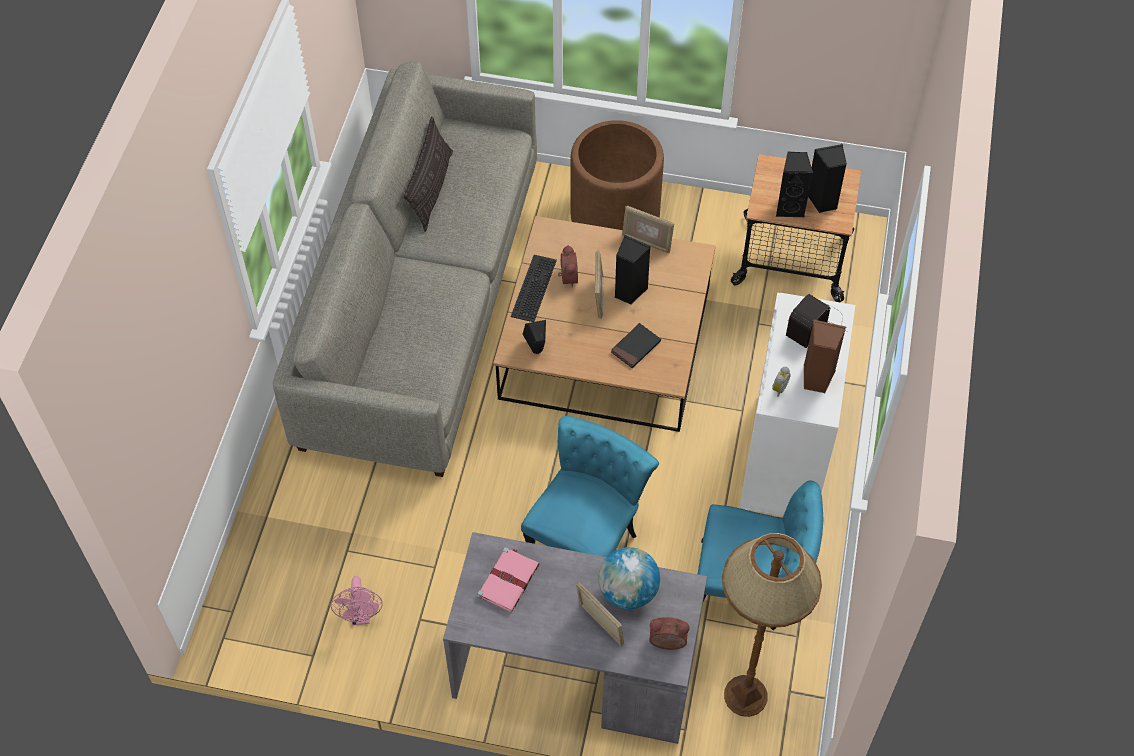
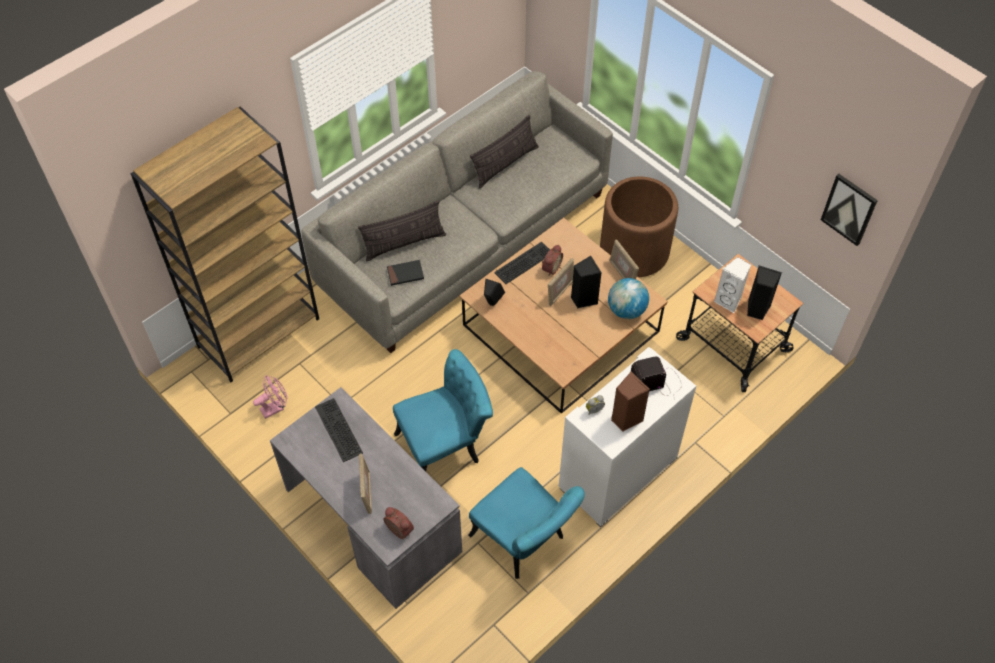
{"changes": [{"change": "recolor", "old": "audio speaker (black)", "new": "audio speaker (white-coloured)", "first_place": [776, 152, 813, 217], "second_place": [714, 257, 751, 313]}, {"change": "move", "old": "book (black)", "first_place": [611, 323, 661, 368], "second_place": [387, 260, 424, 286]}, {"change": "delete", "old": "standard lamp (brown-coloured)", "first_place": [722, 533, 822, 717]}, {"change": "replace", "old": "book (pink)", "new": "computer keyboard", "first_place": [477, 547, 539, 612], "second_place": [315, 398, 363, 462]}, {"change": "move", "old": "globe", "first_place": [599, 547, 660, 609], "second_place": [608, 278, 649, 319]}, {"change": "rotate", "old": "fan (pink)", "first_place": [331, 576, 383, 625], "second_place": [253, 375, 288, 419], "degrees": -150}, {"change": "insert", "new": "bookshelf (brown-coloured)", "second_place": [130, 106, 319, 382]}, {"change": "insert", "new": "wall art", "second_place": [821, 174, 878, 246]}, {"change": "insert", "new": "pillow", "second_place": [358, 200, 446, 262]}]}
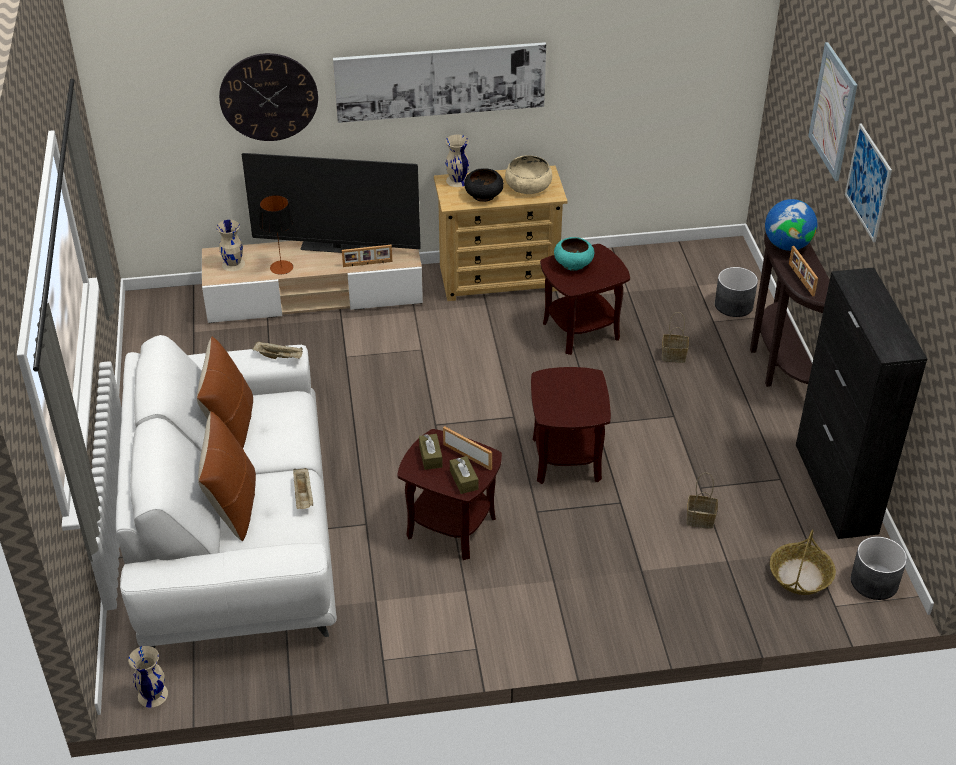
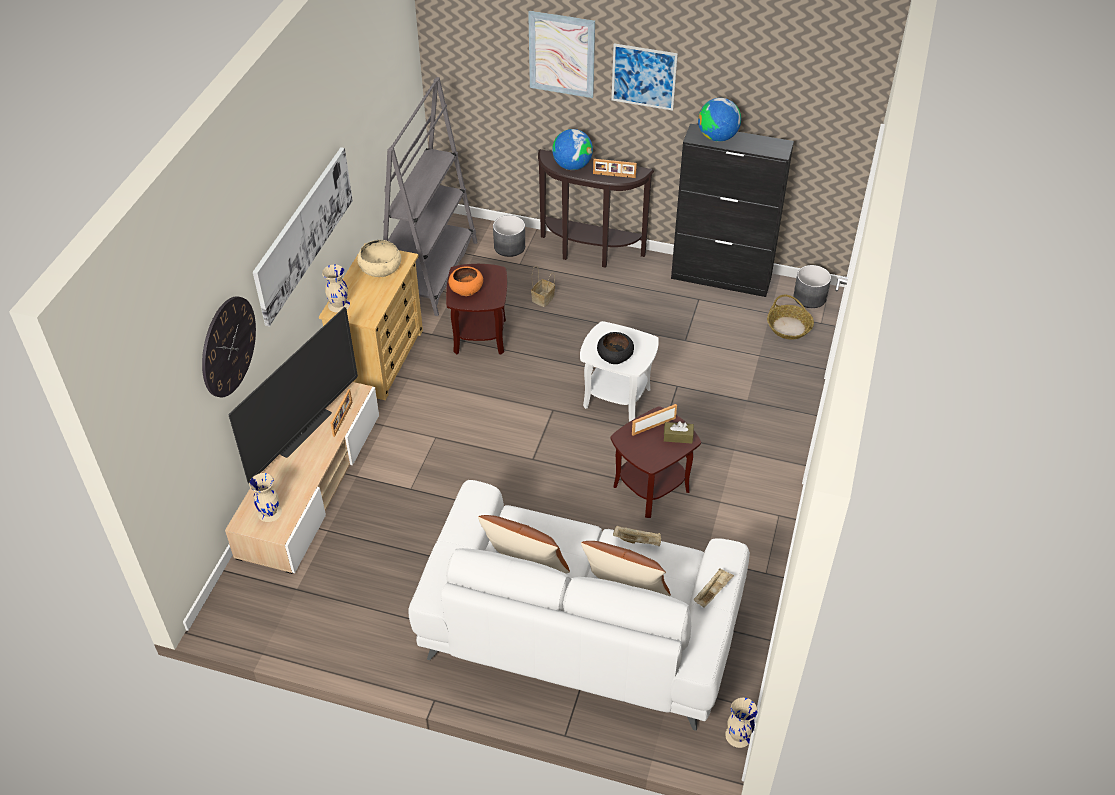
{"changes": [{"change": "move", "old": "serving bowl (black)", "first_place": [464, 168, 504, 202], "second_place": [597, 332, 634, 364]}, {"change": "delete", "old": "lamp for a table", "first_place": [259, 195, 294, 275]}, {"change": "recolor", "old": "serving bowl (turquoise-coloured)", "new": "serving bowl (orangey)", "first_place": [554, 237, 594, 271], "second_place": [449, 266, 483, 296]}, {"change": "move", "old": "carrying tray (beige)", "first_place": [252, 341, 303, 359], "second_place": [694, 568, 734, 607]}, {"change": "recolor", "old": "accent table (brown-coloured)", "new": "accent table (white-coloured)", "first_place": [531, 367, 611, 484], "second_place": [580, 321, 659, 421]}, {"change": "delete", "old": "tissue box (brown-coloured)", "first_place": [419, 434, 443, 470]}, {"change": "delete", "old": "household basket", "first_place": [687, 472, 718, 529]}, {"change": "insert", "new": "bookshelf (gray)", "second_place": [383, 77, 477, 316]}, {"change": "insert", "new": "globe", "second_place": [698, 98, 741, 142]}]}
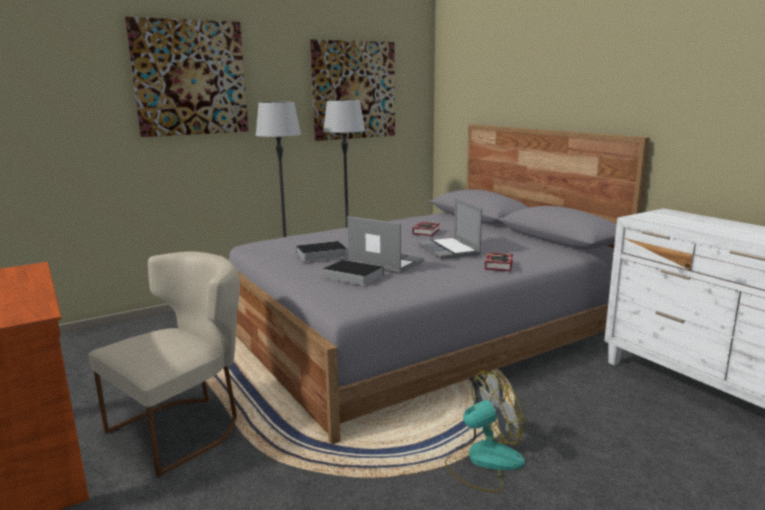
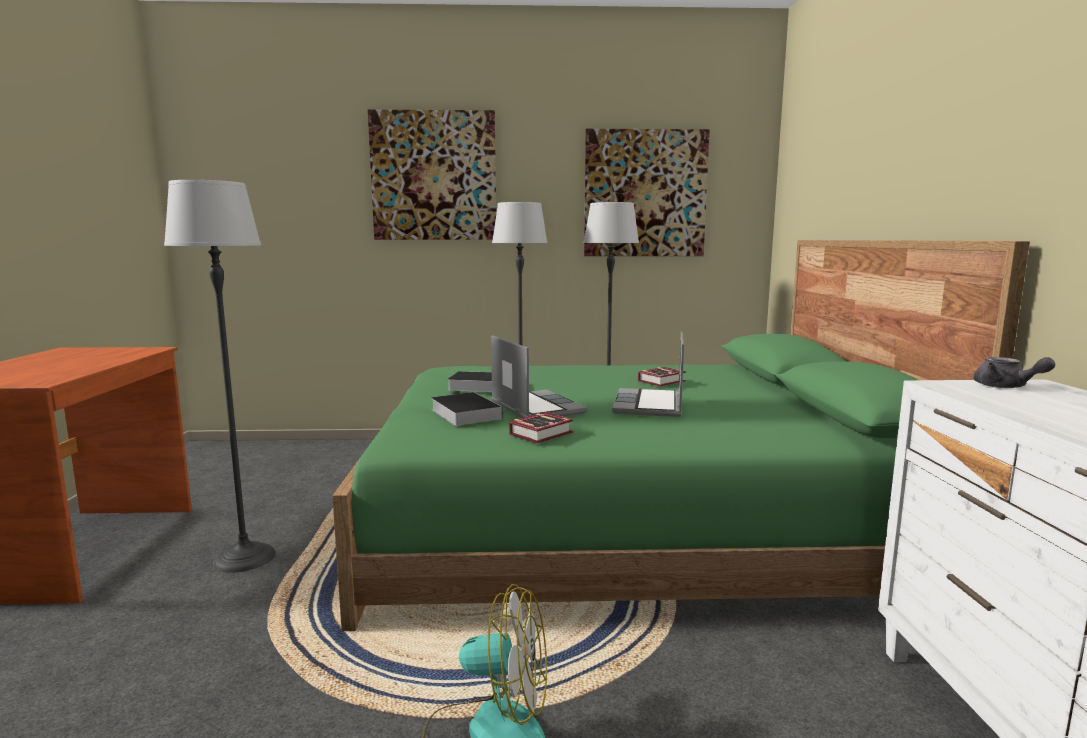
{"changes": [{"change": "recolor", "old": "bedroom bed (gray)", "new": "bedroom bed (greenish)", "first_place": [229, 124, 650, 445], "second_place": [332, 240, 1030, 631]}, {"change": "replace", "old": "chair (beige)", "new": "standard lamp", "first_place": [88, 252, 240, 477], "second_place": [164, 180, 276, 573]}, {"change": "move", "old": "book", "first_place": [485, 253, 513, 271], "second_place": [509, 412, 573, 443]}, {"change": "insert", "new": "pot for tea (gray)", "second_place": [974, 357, 1055, 388]}]}
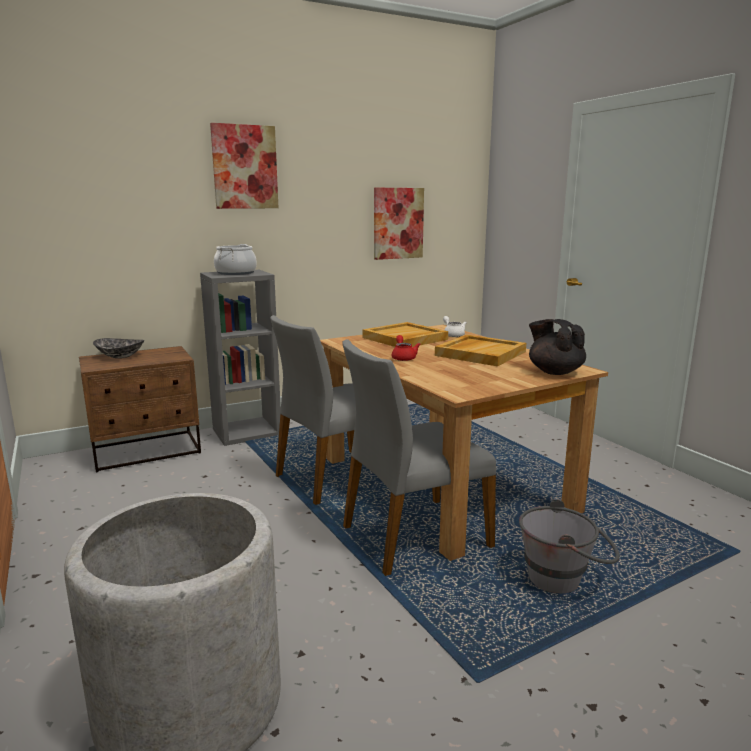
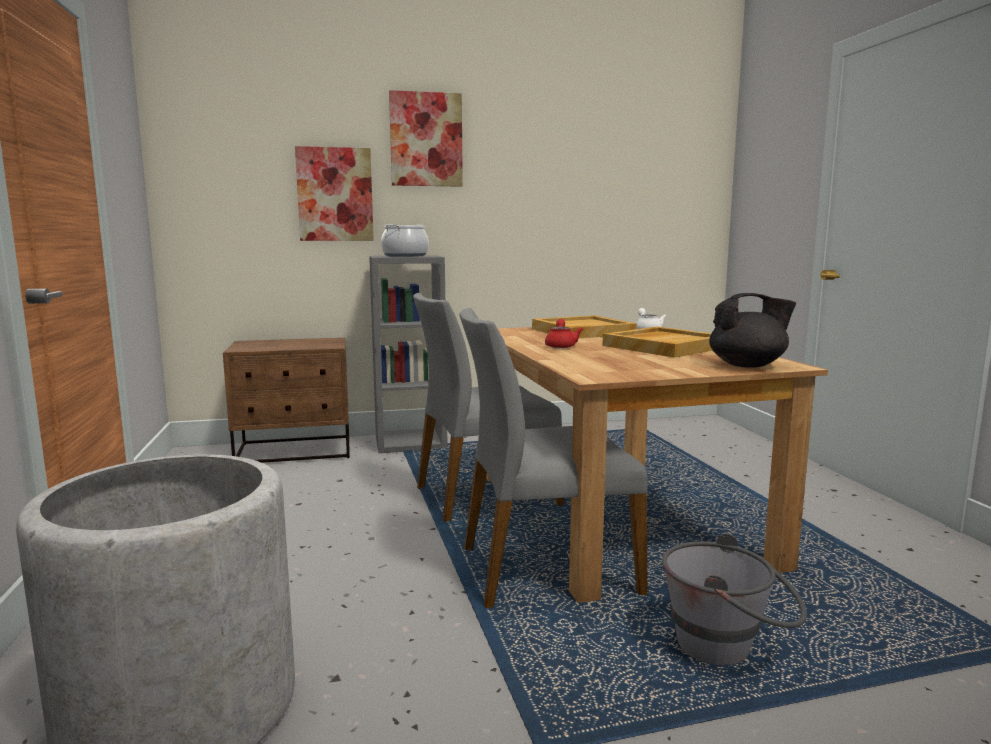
{"changes": [{"change": "move", "old": "wall art", "first_place": [374, 188, 424, 260], "second_place": [295, 146, 374, 241]}, {"change": "rotate", "old": "pot for tea (black)", "first_place": [529, 319, 586, 375], "second_place": [709, 293, 796, 368], "degrees": 105}, {"change": "delete", "old": "serving bowl", "first_place": [93, 338, 144, 358]}]}
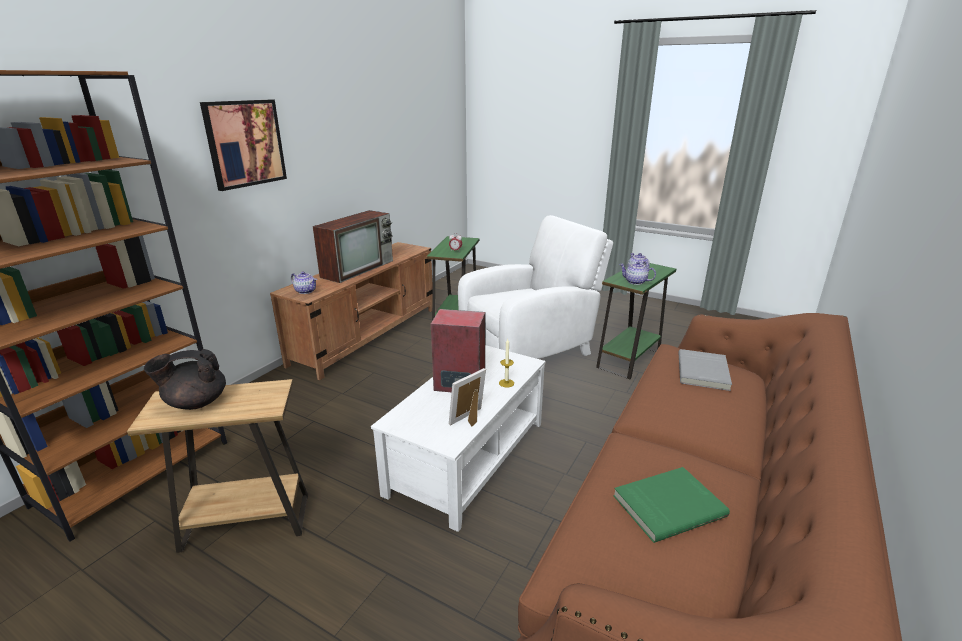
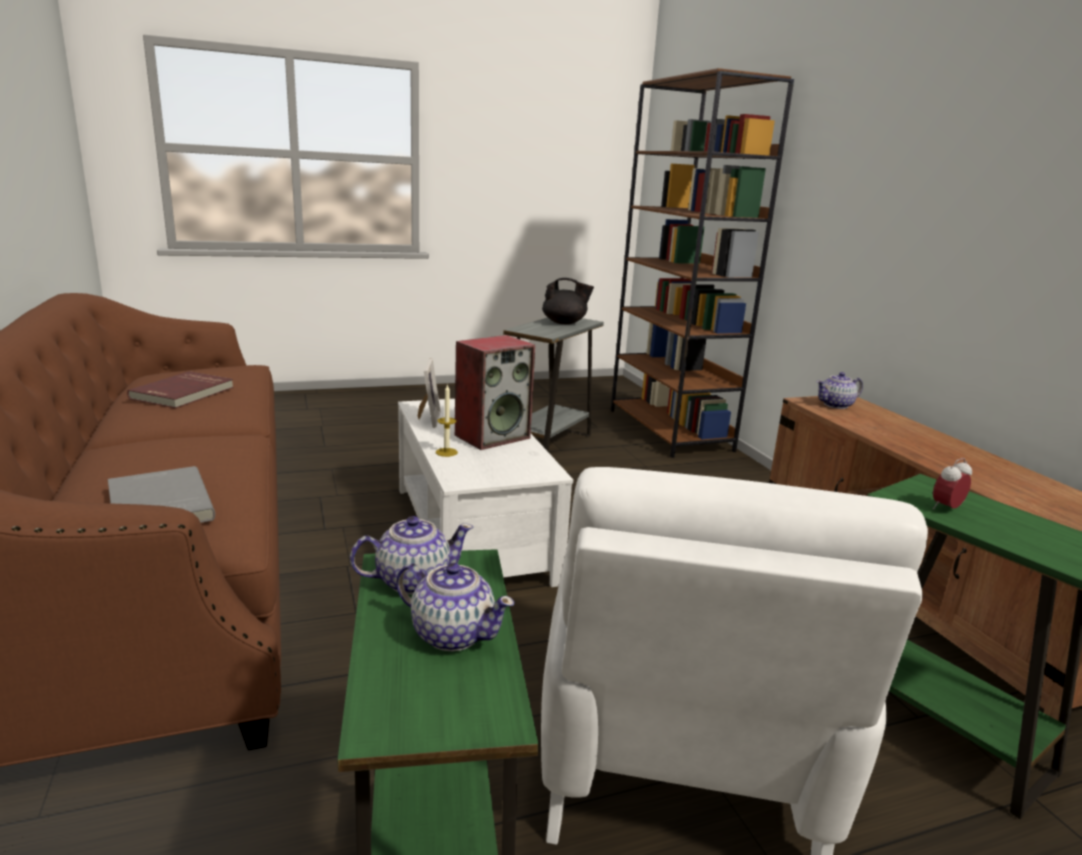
{"changes": [{"change": "delete", "old": "wall art", "first_place": [200, 100, 287, 191]}, {"change": "delete", "old": "TV", "first_place": [313, 210, 393, 283]}, {"change": "rotate", "old": "pot for tea (black)", "first_place": [144, 349, 226, 410], "second_place": [542, 278, 594, 325], "degrees": 75}, {"change": "recolor", "old": "accent table (brown-coloured)", "new": "accent table (gray)", "first_place": [127, 379, 308, 553], "second_place": [503, 318, 604, 451]}, {"change": "recolor", "old": "book (greenish)", "new": "book (red)", "first_place": [613, 467, 730, 543], "second_place": [127, 371, 234, 408]}]}
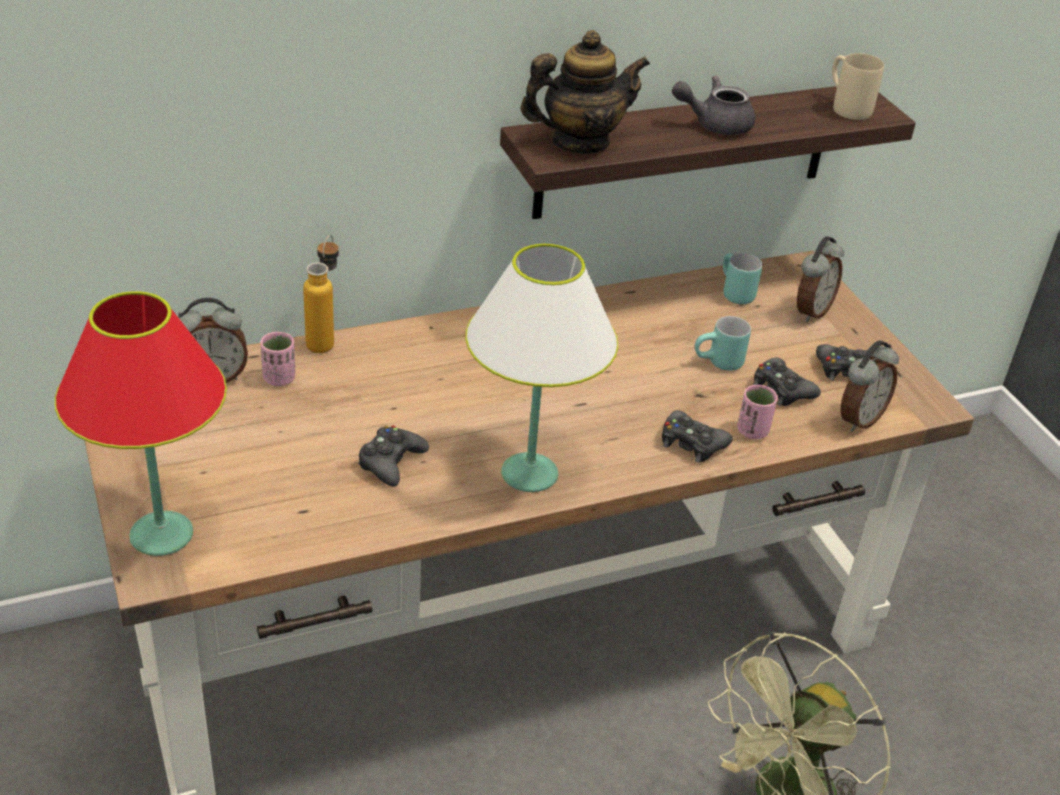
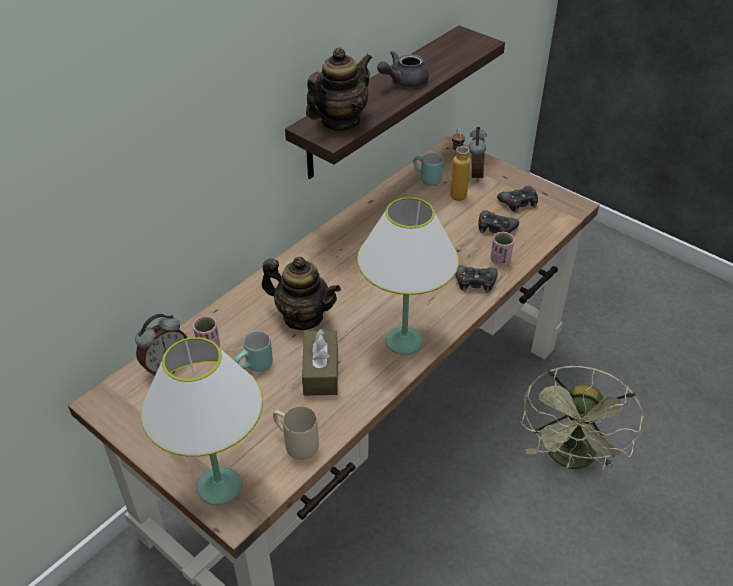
{"changes": [{"change": "move", "old": "mug (beige)", "first_place": [832, 53, 884, 120], "second_place": [273, 406, 319, 460]}, {"change": "move", "old": "beverage bottle", "first_place": [303, 235, 339, 353], "second_place": [450, 129, 470, 201]}, {"change": "recolor", "old": "lamp for a table (red)", "new": "lamp for a table (white-coloured)", "first_place": [55, 291, 227, 556], "second_place": [141, 337, 263, 505]}, {"change": "move", "old": "mug (turquoise-coloured)", "first_place": [695, 316, 751, 371], "second_place": [234, 331, 273, 372]}, {"change": "delete", "old": "table clock", "first_place": [841, 340, 899, 432]}, {"change": "replace", "old": "game controller (black)", "new": "tissue box (brown-coloured)", "first_place": [358, 426, 429, 487], "second_place": [302, 328, 338, 396]}, {"change": "insert", "new": "pot for tea", "second_place": [262, 257, 341, 330]}]}
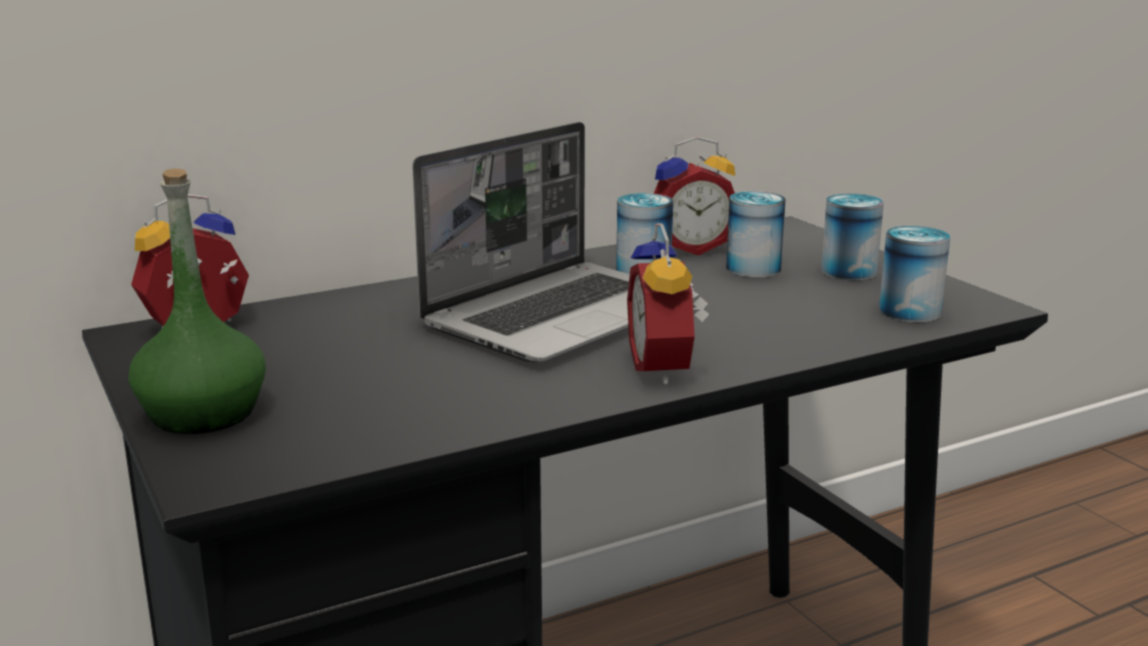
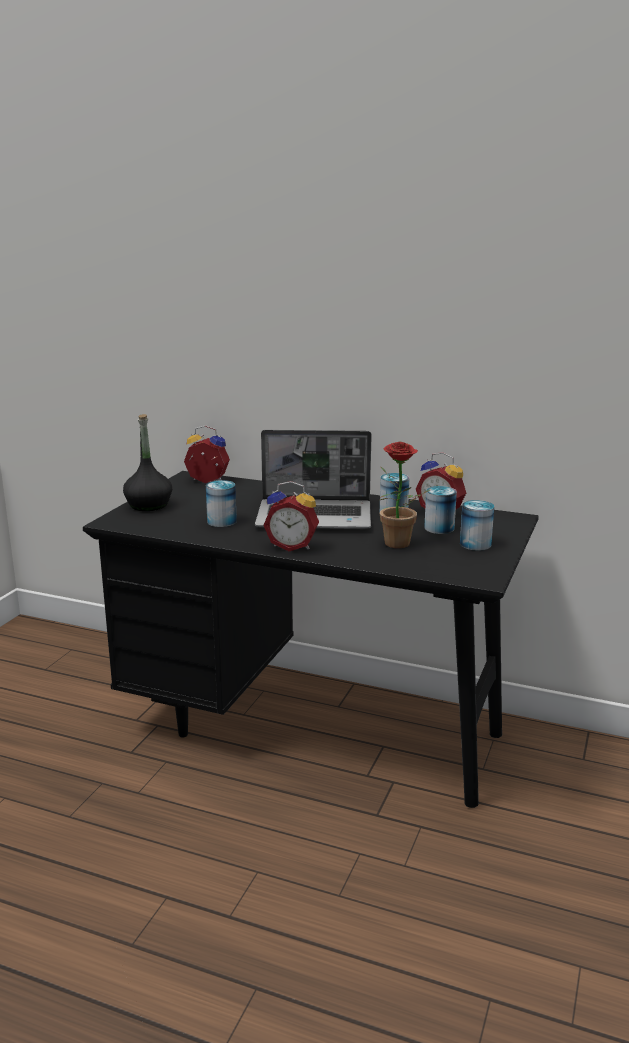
{"changes": [{"change": "recolor", "old": "beverage bottle (greenish)", "new": "beverage bottle (black)", "first_place": [128, 168, 266, 434], "second_place": [123, 414, 172, 511]}, {"change": "rotate", "old": "table clock", "first_place": [627, 223, 709, 385], "second_place": [264, 481, 319, 551], "degrees": -120}, {"change": "move", "old": "can", "first_place": [879, 226, 950, 322], "second_place": [206, 480, 237, 527]}, {"change": "insert", "new": "potted plant", "second_place": [380, 442, 432, 548]}]}
